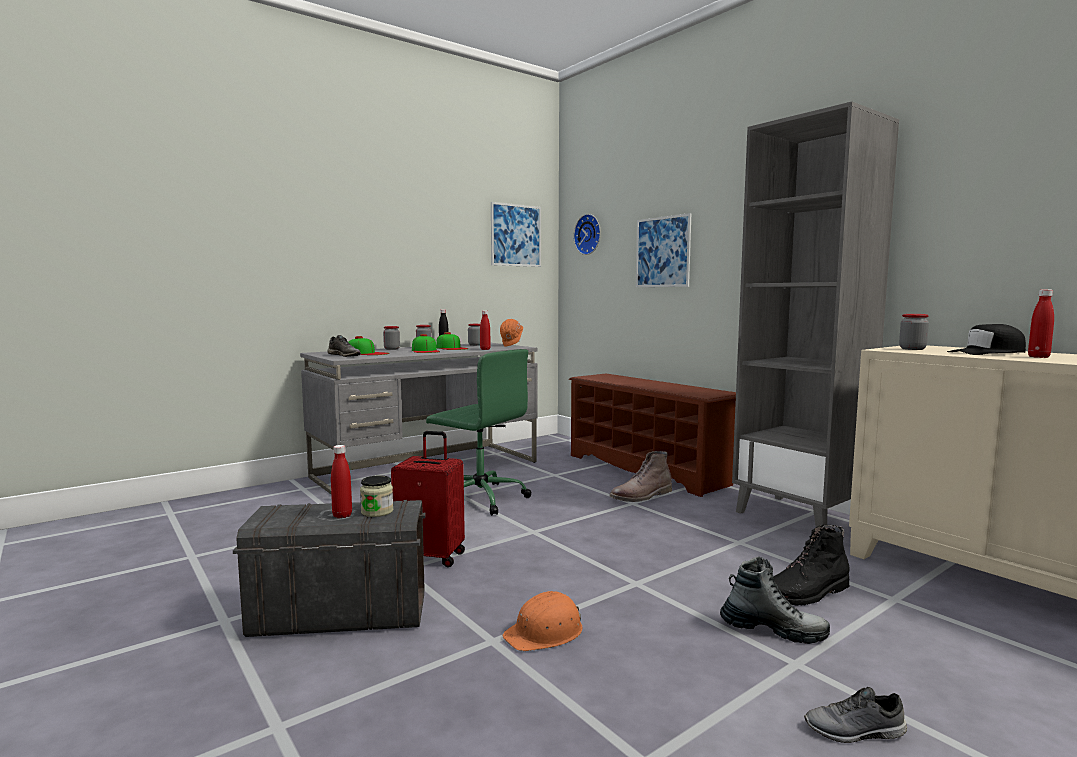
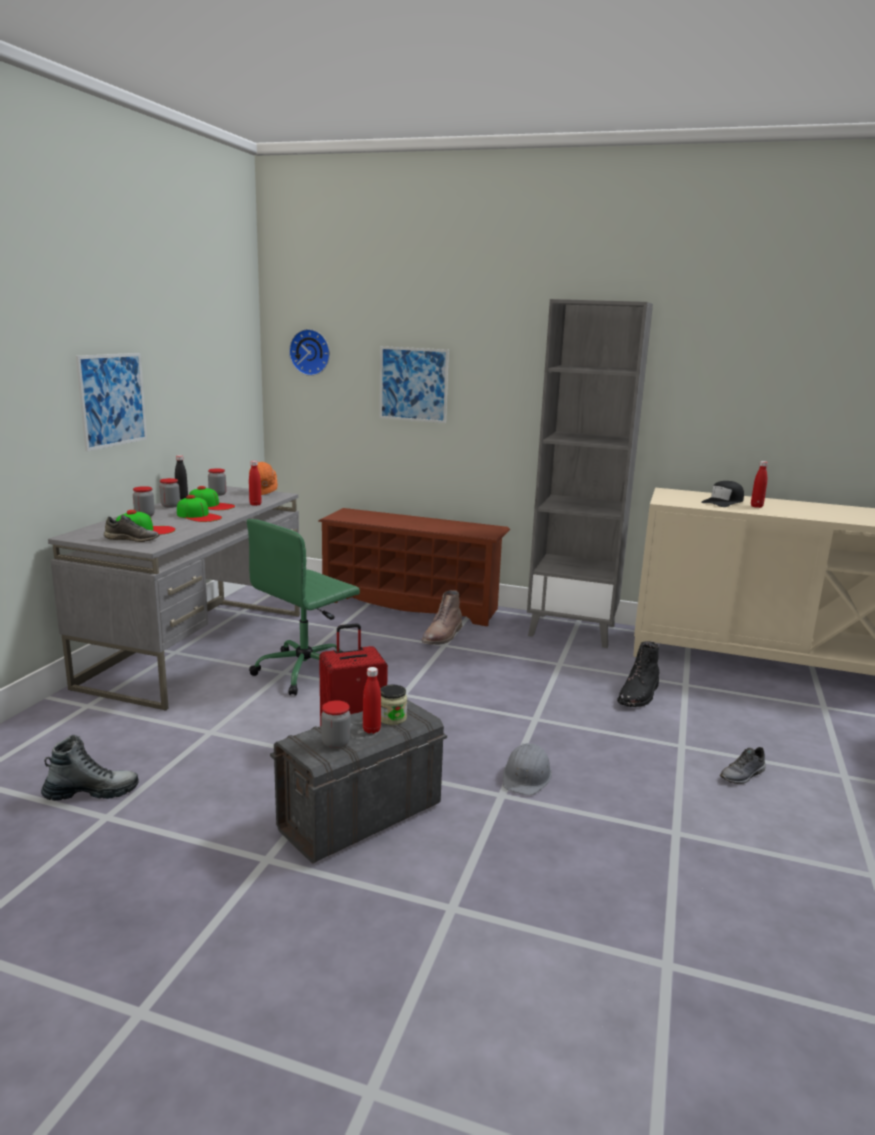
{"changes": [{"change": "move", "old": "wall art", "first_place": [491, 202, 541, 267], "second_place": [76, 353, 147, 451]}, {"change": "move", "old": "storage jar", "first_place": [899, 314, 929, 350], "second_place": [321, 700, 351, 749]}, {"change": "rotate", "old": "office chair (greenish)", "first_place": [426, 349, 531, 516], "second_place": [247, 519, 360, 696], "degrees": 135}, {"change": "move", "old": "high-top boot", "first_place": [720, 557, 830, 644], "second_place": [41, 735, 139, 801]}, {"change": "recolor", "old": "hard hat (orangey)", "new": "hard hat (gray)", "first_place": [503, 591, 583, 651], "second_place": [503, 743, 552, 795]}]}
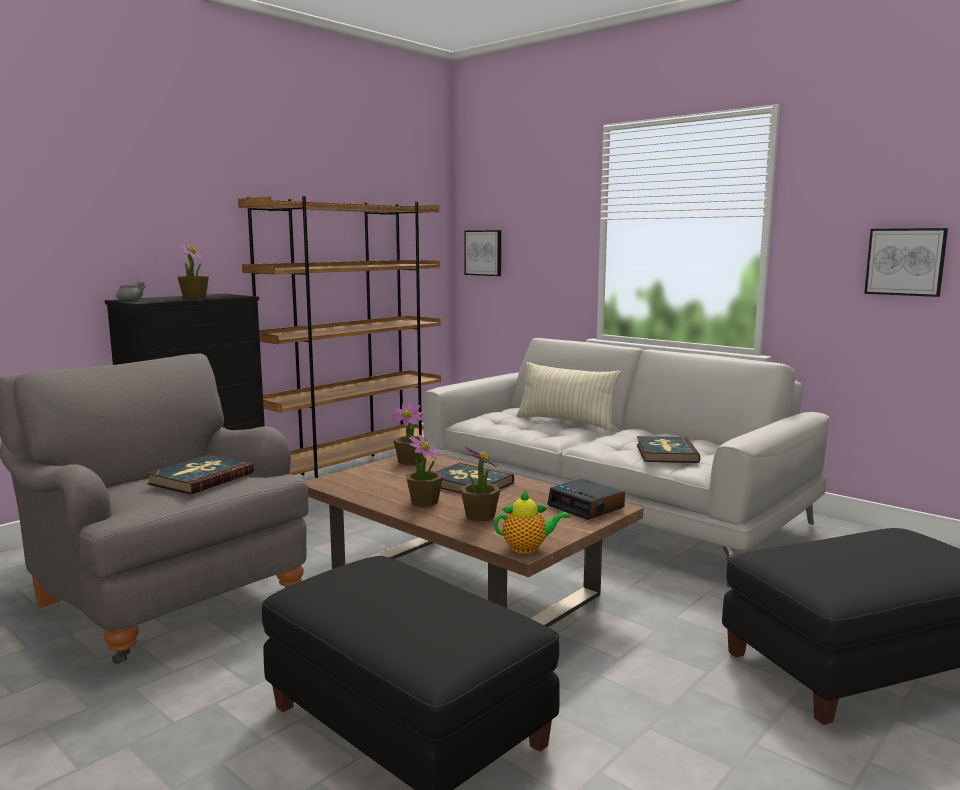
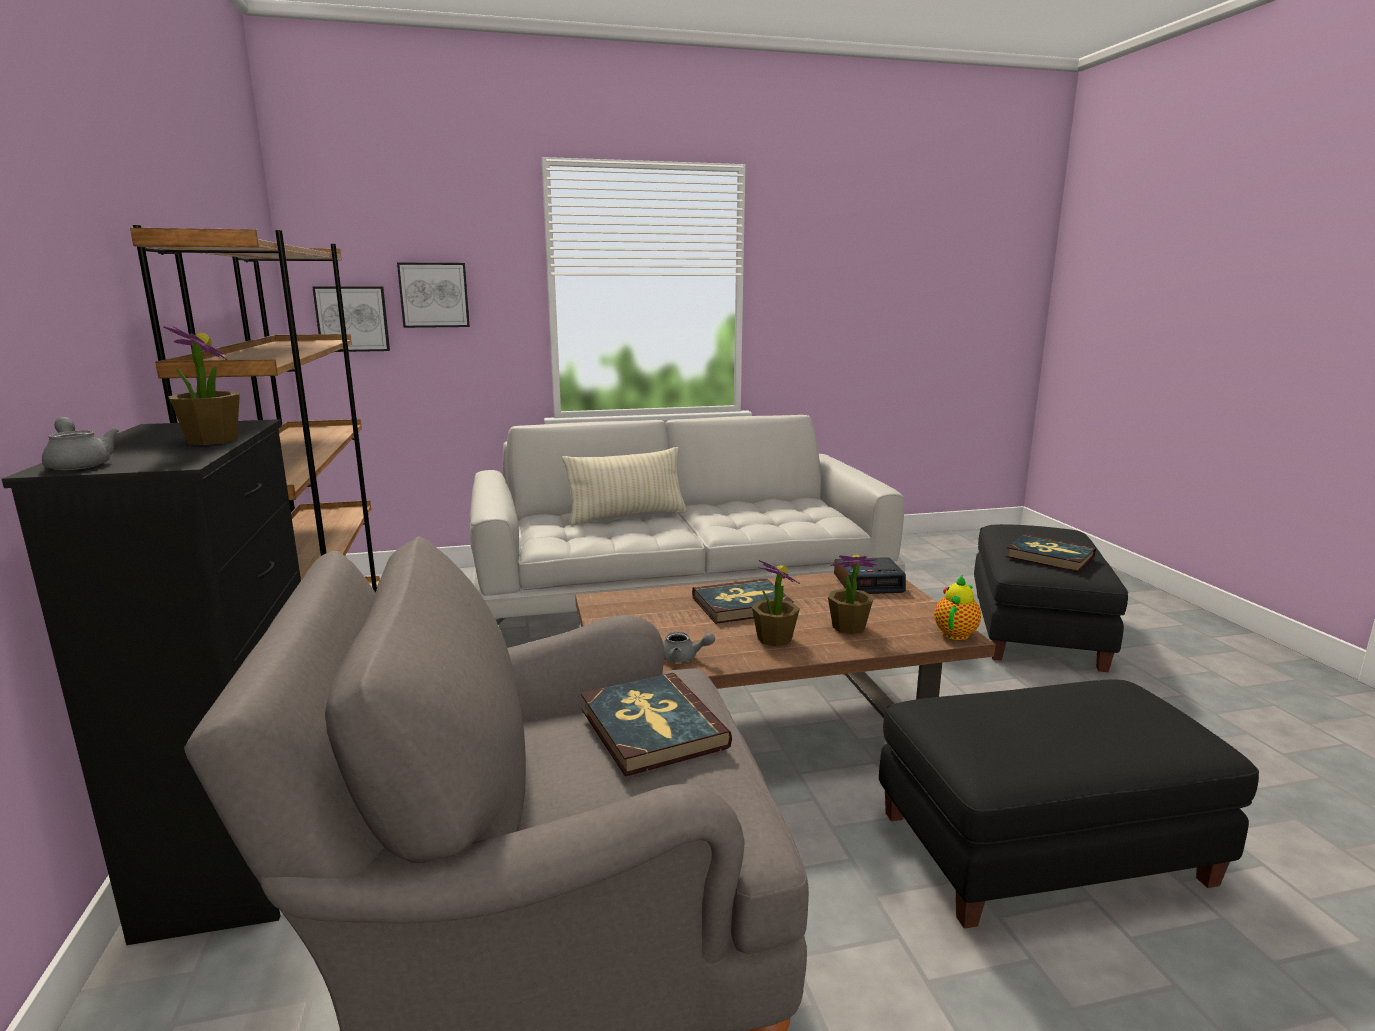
{"changes": [{"change": "move", "old": "wall art", "first_place": [864, 228, 948, 297], "second_place": [397, 262, 470, 328]}, {"change": "delete", "old": "potted plant", "first_place": [393, 403, 426, 465]}, {"change": "move", "old": "book", "first_place": [637, 436, 701, 463], "second_place": [1005, 534, 1096, 572]}, {"change": "insert", "new": "pot for tea (gray)", "second_place": [663, 632, 715, 663]}]}
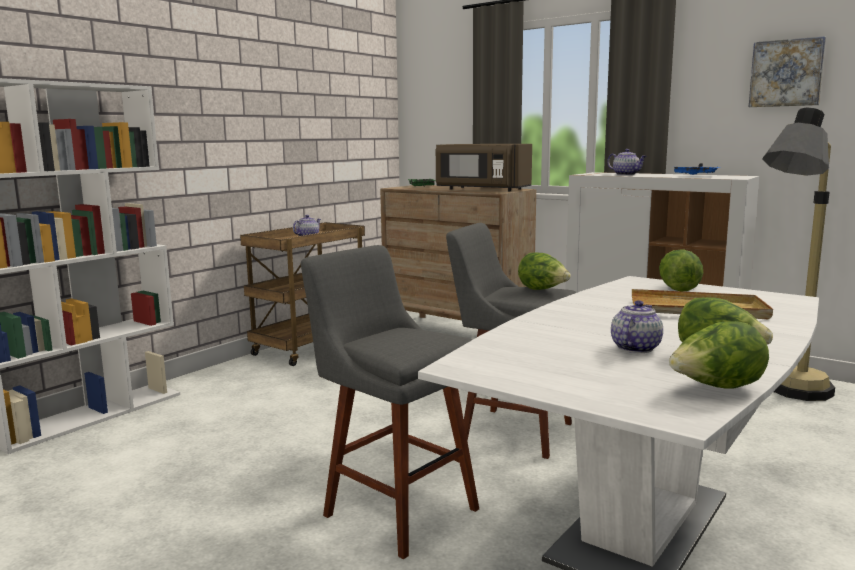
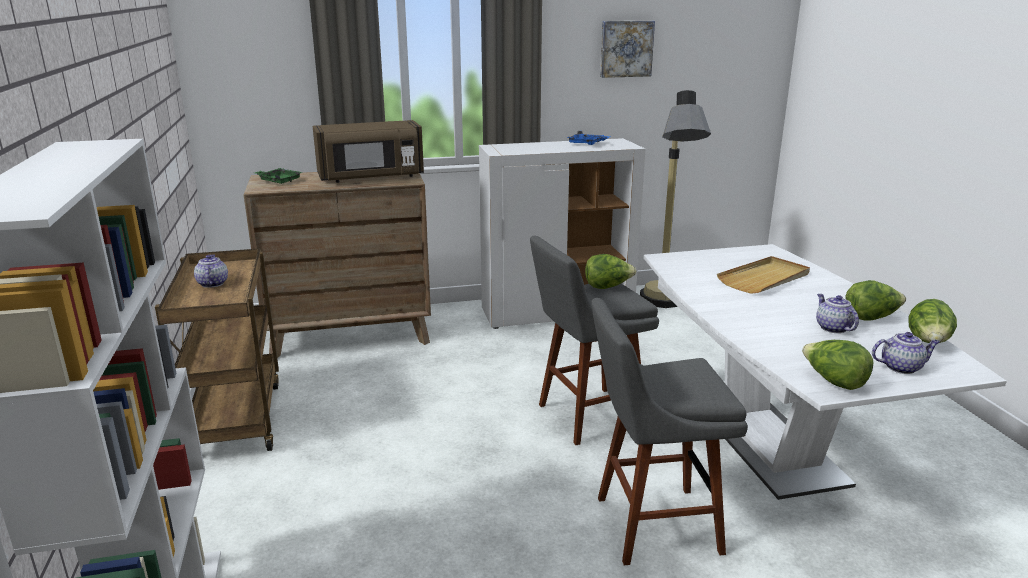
{"changes": [{"change": "move", "old": "pot for tea", "first_place": [607, 149, 647, 175], "second_place": [872, 332, 940, 374]}, {"change": "move", "old": "lettuce", "first_place": [659, 249, 703, 291], "second_place": [802, 340, 874, 390]}]}
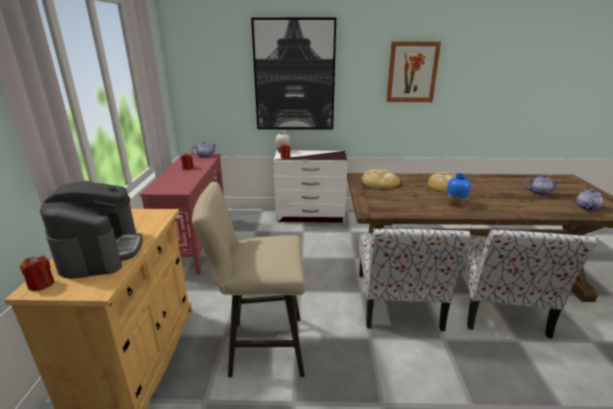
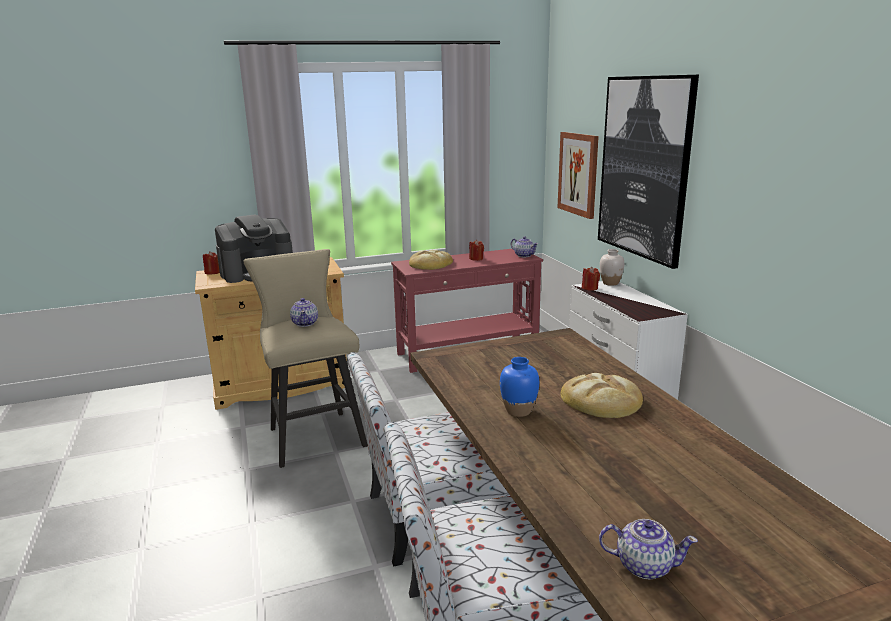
{"changes": [{"change": "move", "old": "wall art", "first_place": [386, 42, 441, 102], "second_place": [558, 132, 599, 219]}, {"change": "move", "old": "bakery bread", "first_place": [362, 169, 400, 189], "second_place": [409, 250, 453, 270]}, {"change": "move", "old": "pot for tea", "first_place": [524, 175, 560, 195], "second_place": [290, 298, 318, 327]}]}
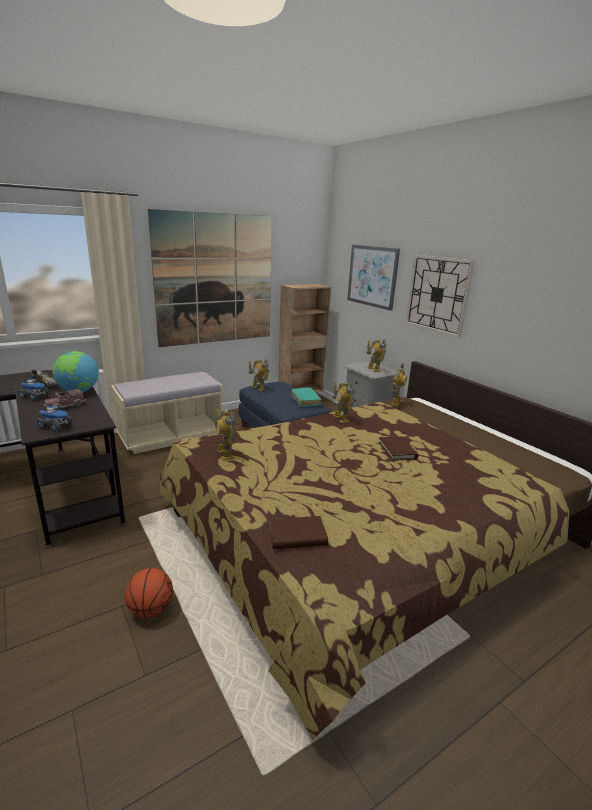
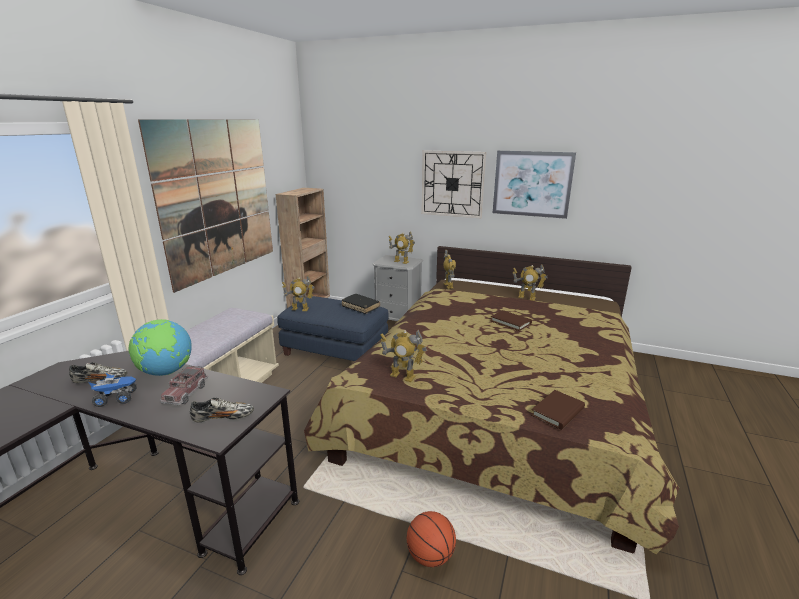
{"changes": [{"change": "move", "old": "wall art", "first_place": [347, 245, 400, 311], "second_place": [493, 151, 576, 219]}, {"change": "move", "old": "toy robot", "first_place": [333, 382, 355, 423], "second_place": [513, 265, 547, 301]}, {"change": "recolor", "old": "book (turquoise-coloured)", "new": "book (black)", "first_place": [291, 388, 322, 407], "second_place": [342, 294, 380, 314]}, {"change": "replace", "old": "model truck", "new": "low shoe", "first_place": [37, 404, 73, 432], "second_place": [190, 398, 254, 422]}]}
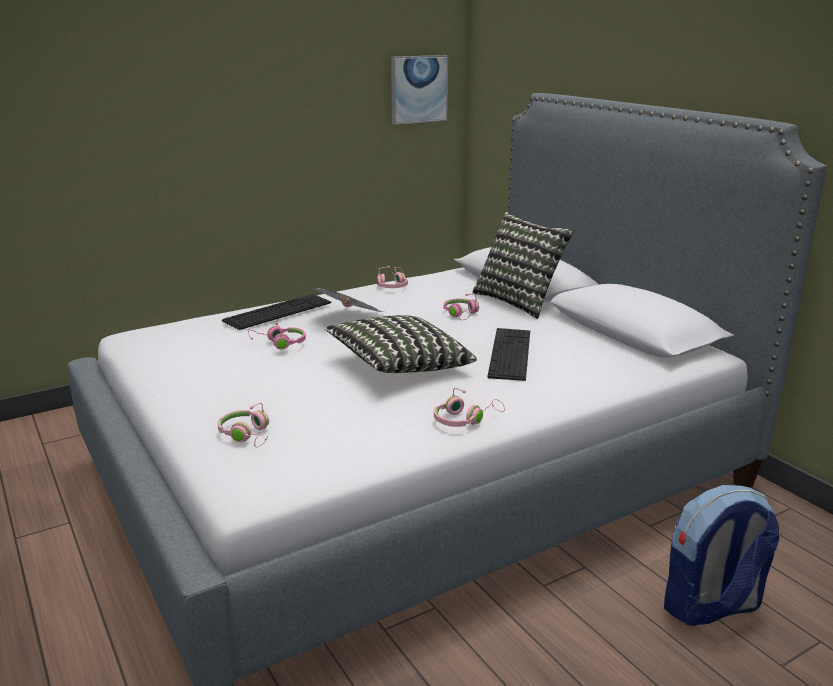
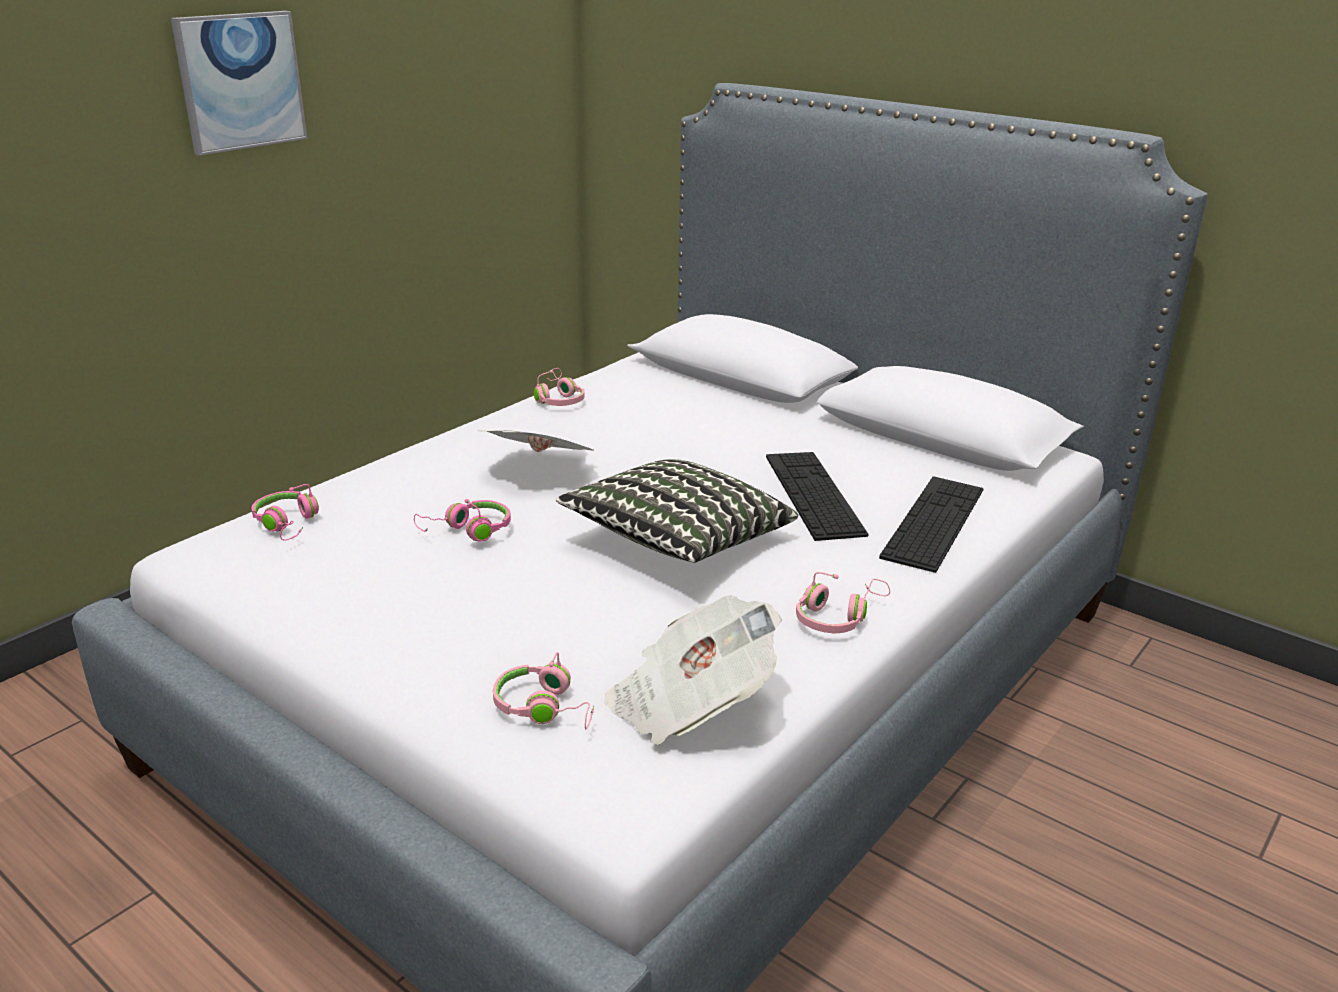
{"changes": [{"change": "move", "old": "wall art", "first_place": [391, 55, 448, 125], "second_place": [171, 11, 307, 156]}, {"change": "delete", "old": "pillow", "first_place": [472, 212, 574, 319]}, {"change": "move", "old": "headphones (pink)", "first_place": [443, 293, 479, 320], "second_place": [251, 484, 319, 541]}, {"change": "move", "old": "computer keyboard", "first_place": [222, 294, 331, 330], "second_place": [879, 476, 983, 573]}, {"change": "delete", "old": "knapsack", "first_place": [664, 485, 779, 626]}, {"change": "insert", "new": "newspaper", "second_place": [604, 595, 782, 745]}]}
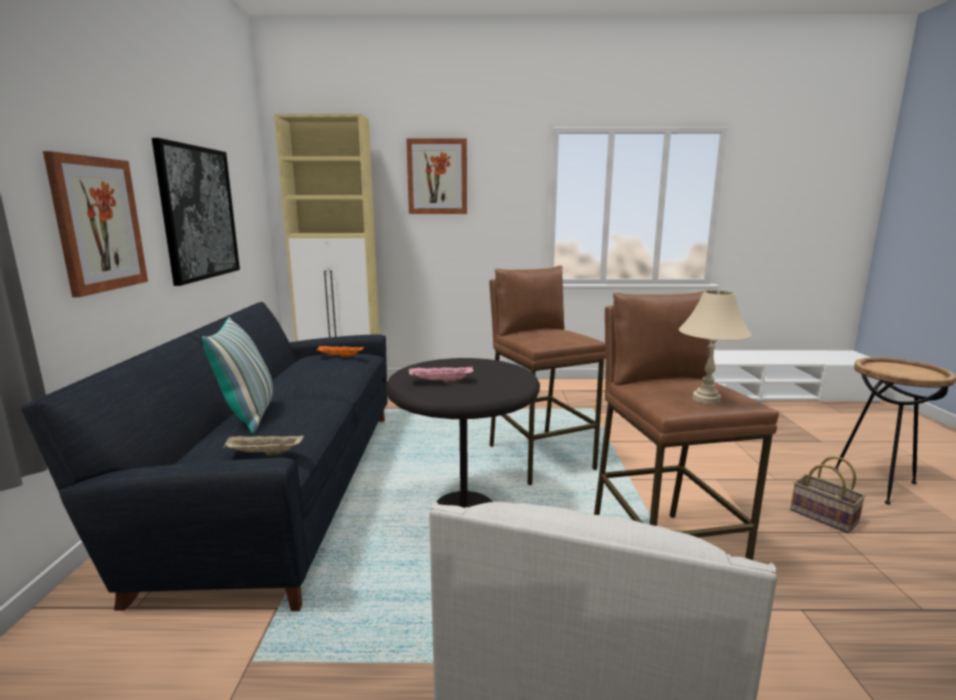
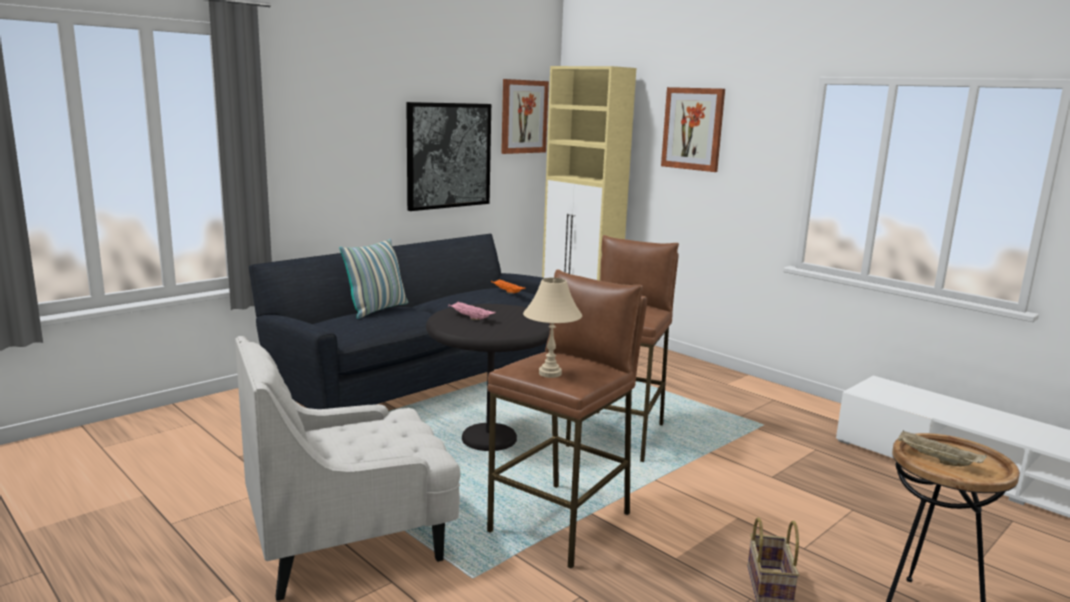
{"changes": [{"change": "move", "old": "wall art", "first_place": [43, 151, 148, 297], "second_place": [501, 79, 549, 154]}, {"change": "move", "old": "carrying tray (beige)", "first_place": [223, 435, 304, 456], "second_place": [898, 430, 987, 466]}]}
